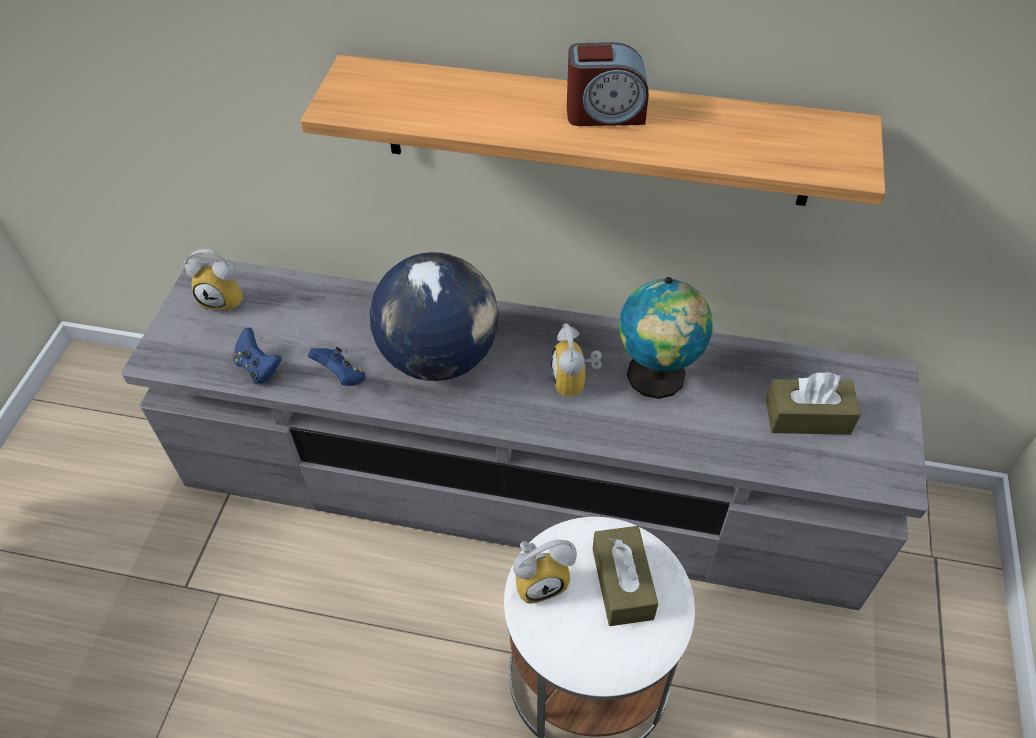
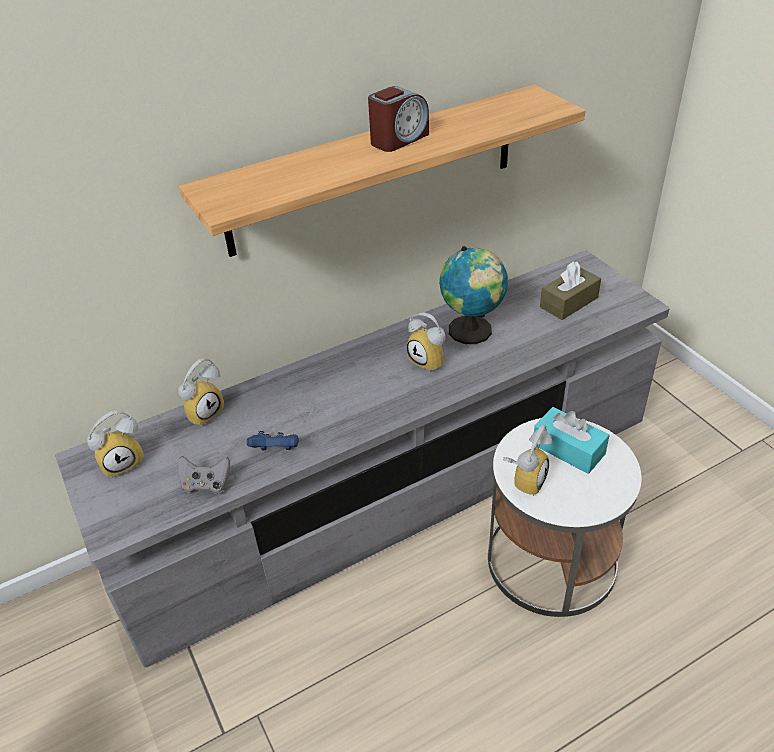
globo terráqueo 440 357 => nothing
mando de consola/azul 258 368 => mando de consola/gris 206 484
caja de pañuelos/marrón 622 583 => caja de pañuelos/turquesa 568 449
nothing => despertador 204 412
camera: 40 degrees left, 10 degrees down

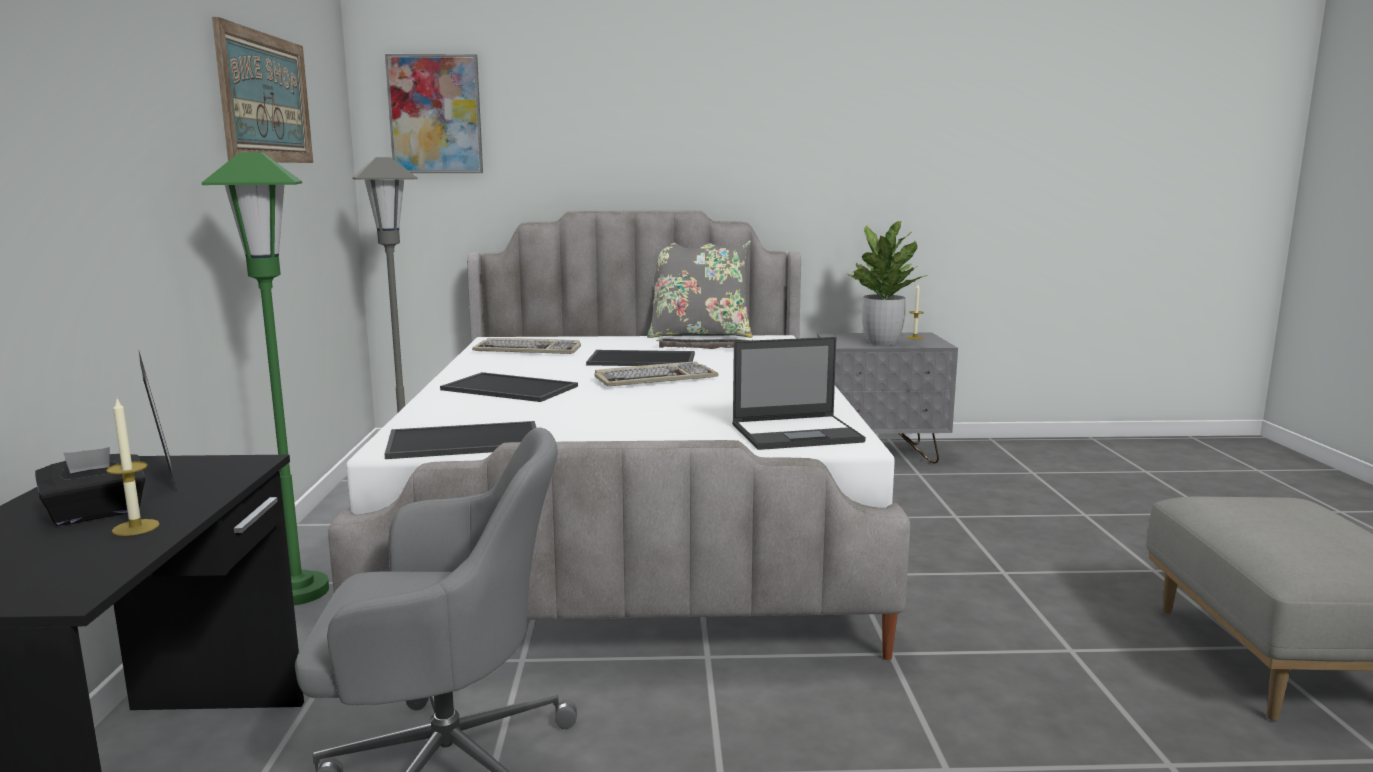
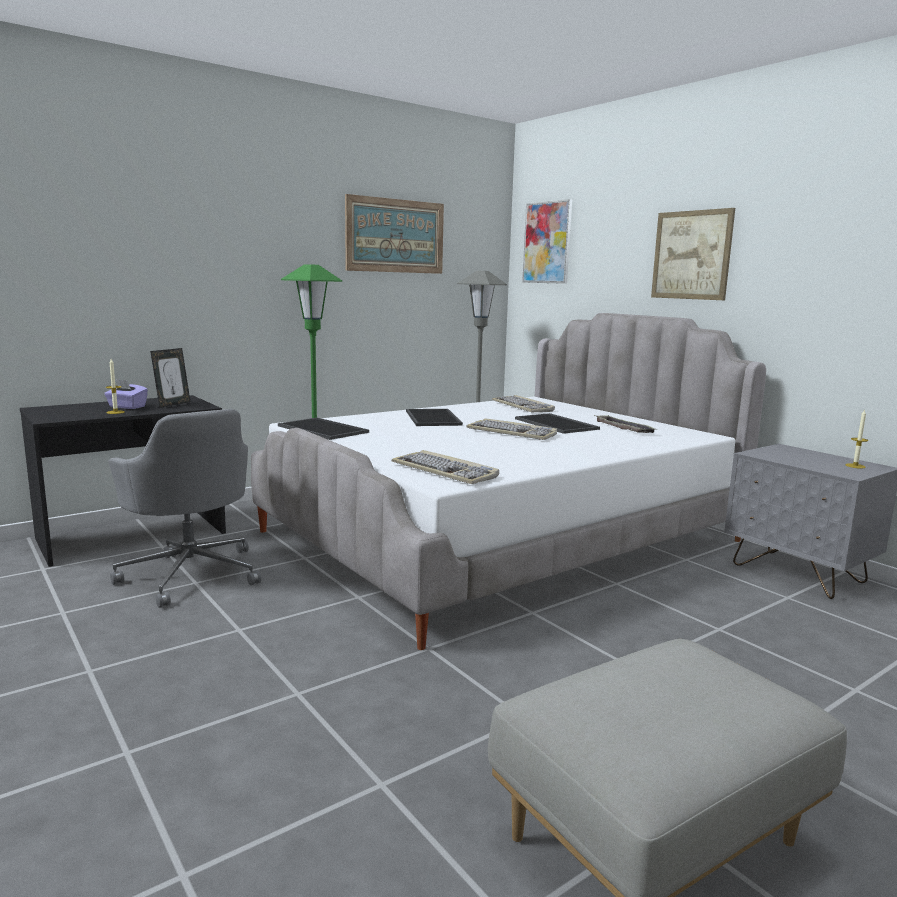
planta en maceta 881 342 => nothing
cojín/gris 699 334 => nothing
portátil 798 433 => teclado 446 471
caja de pañuelos/negro 96 513 => caja de pañuelos/morado 127 407
nothing => cuadro 691 255
camera: 55 degrees right, 0 degrees up

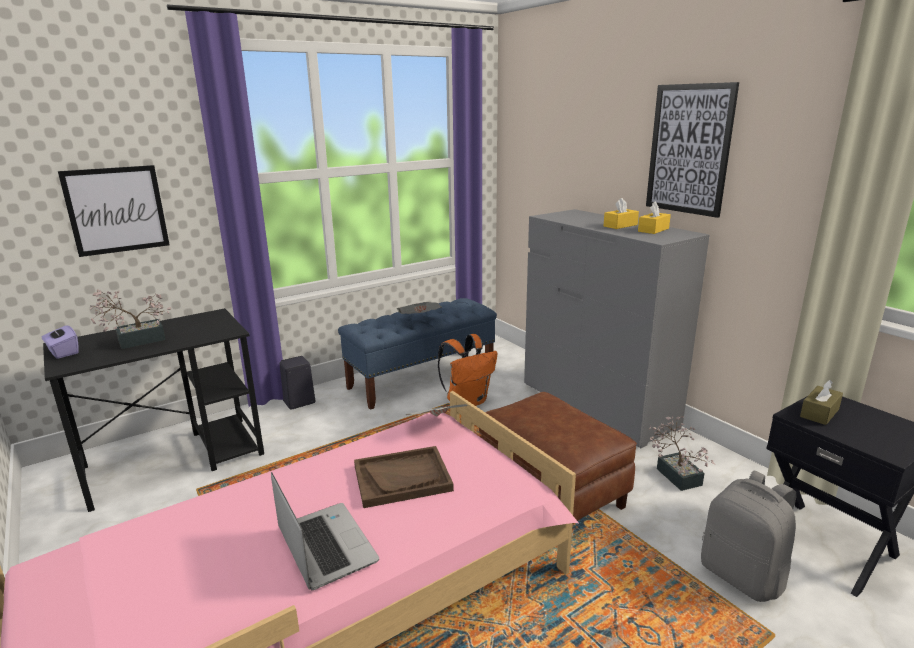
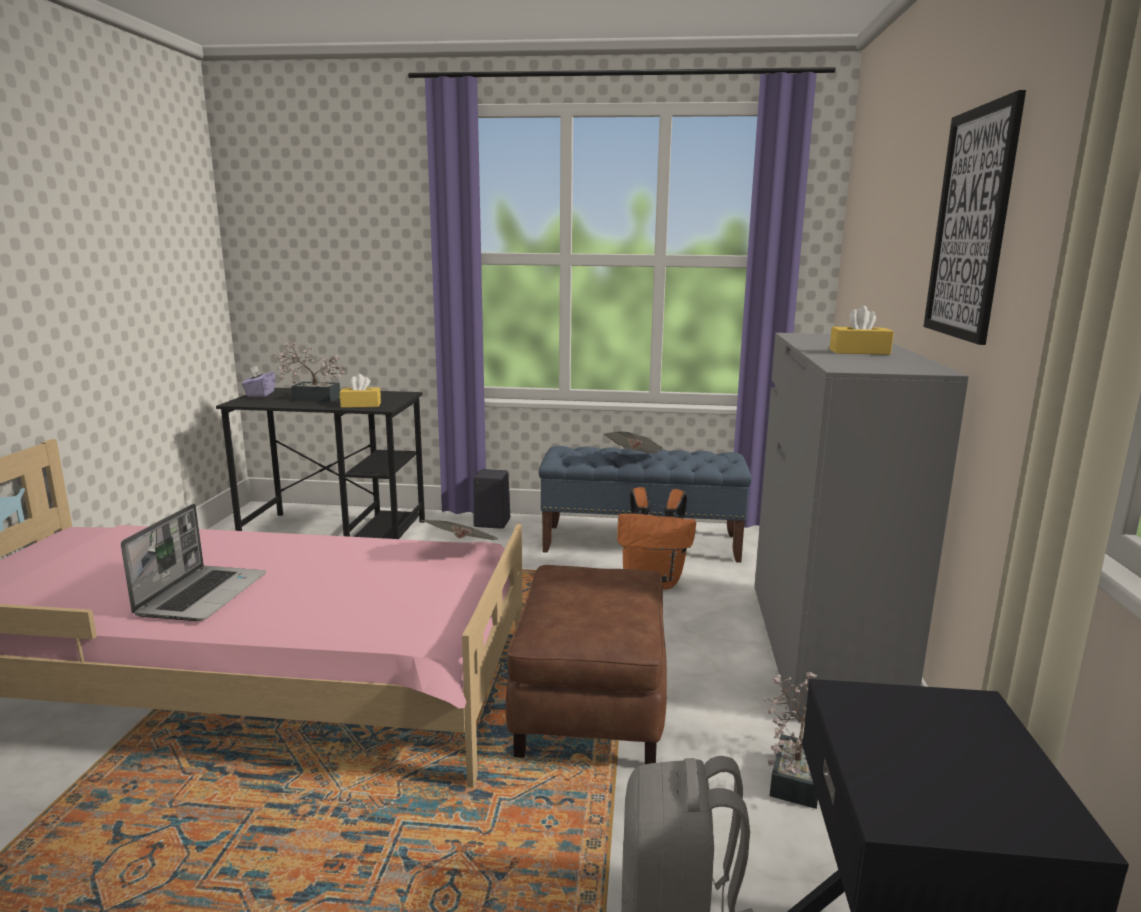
cuadro 116 210 => nothing
caja de pañuelos/amarillo 653 230 => caja de pañuelos/amarillo 361 405, moved
caja de pañuelos/marrón 819 413 => nothing
bandeja/marrón 402 478 => nothing
camera: 40 degrees right, 5 degrees down

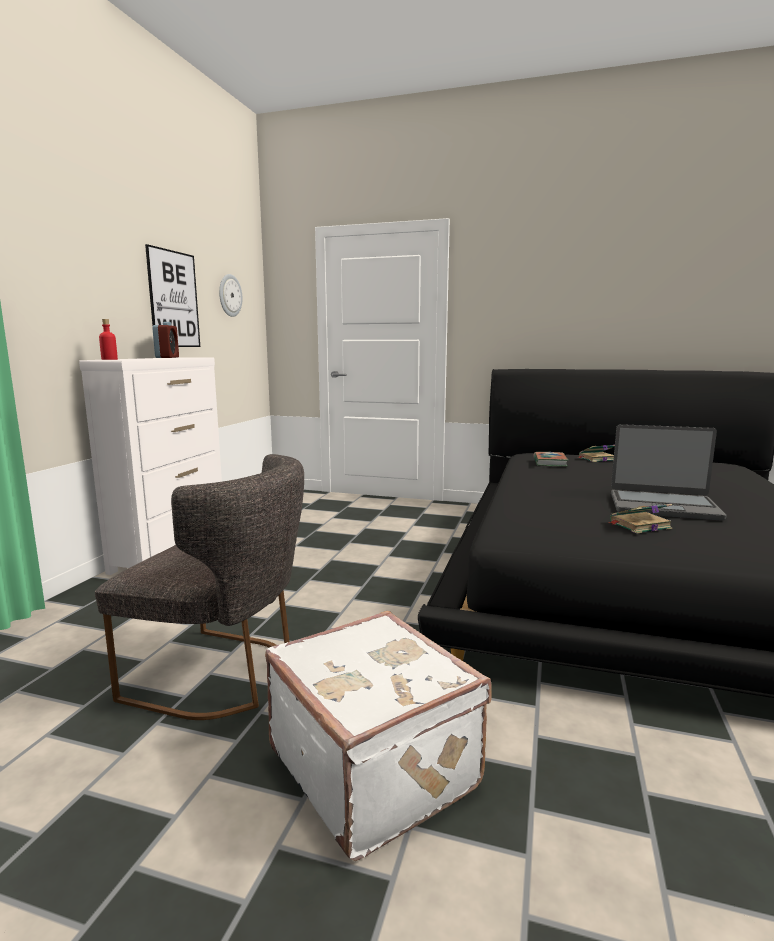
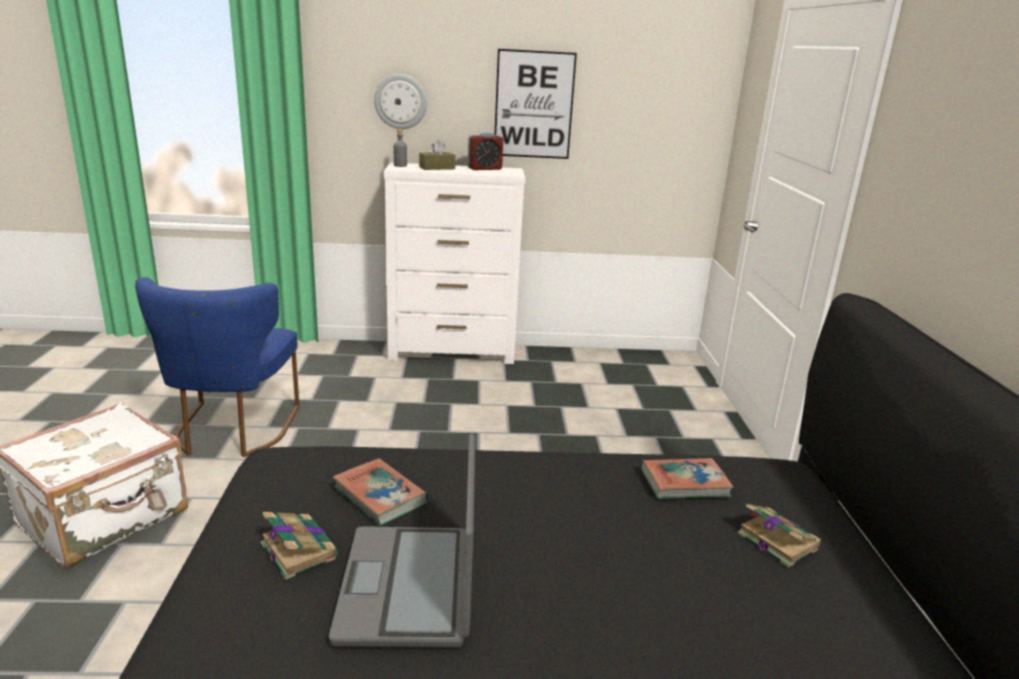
reloj de pared 229 295 => reloj de pared 400 101, moved
botella/rojo 109 359 => botella/gris 400 165
silla/gris 224 676 => silla/azul 232 432
nothing => caja de pañuelos/marrón 437 168
nothing => libro 380 496
camera: 70 degrees right, 10 degrees up

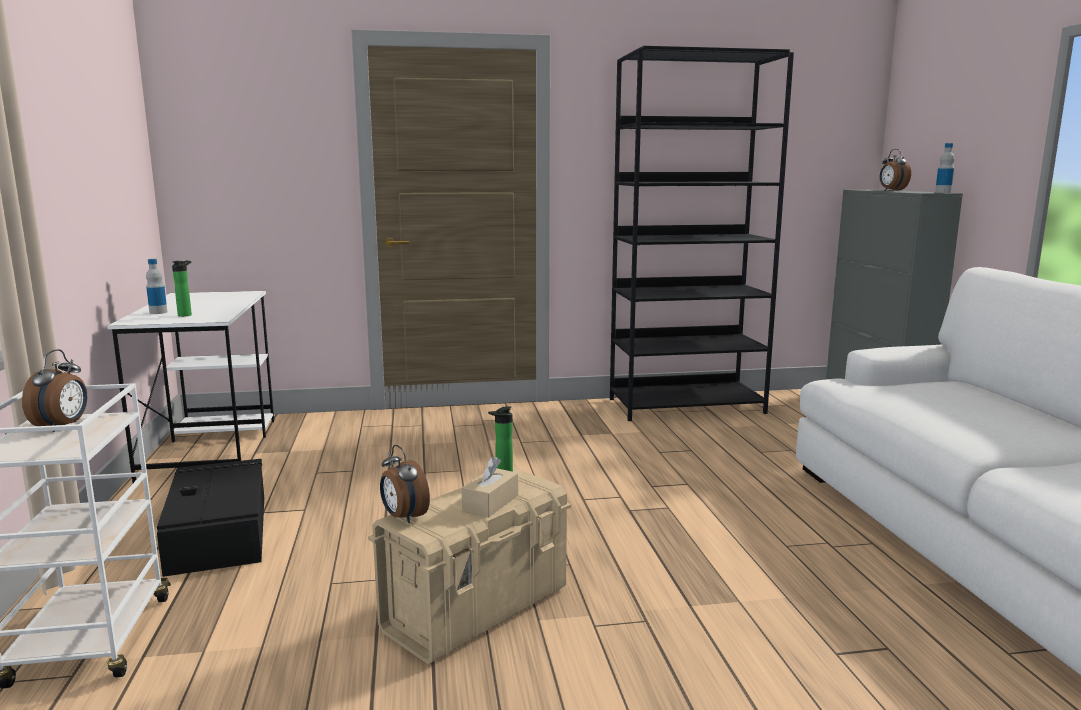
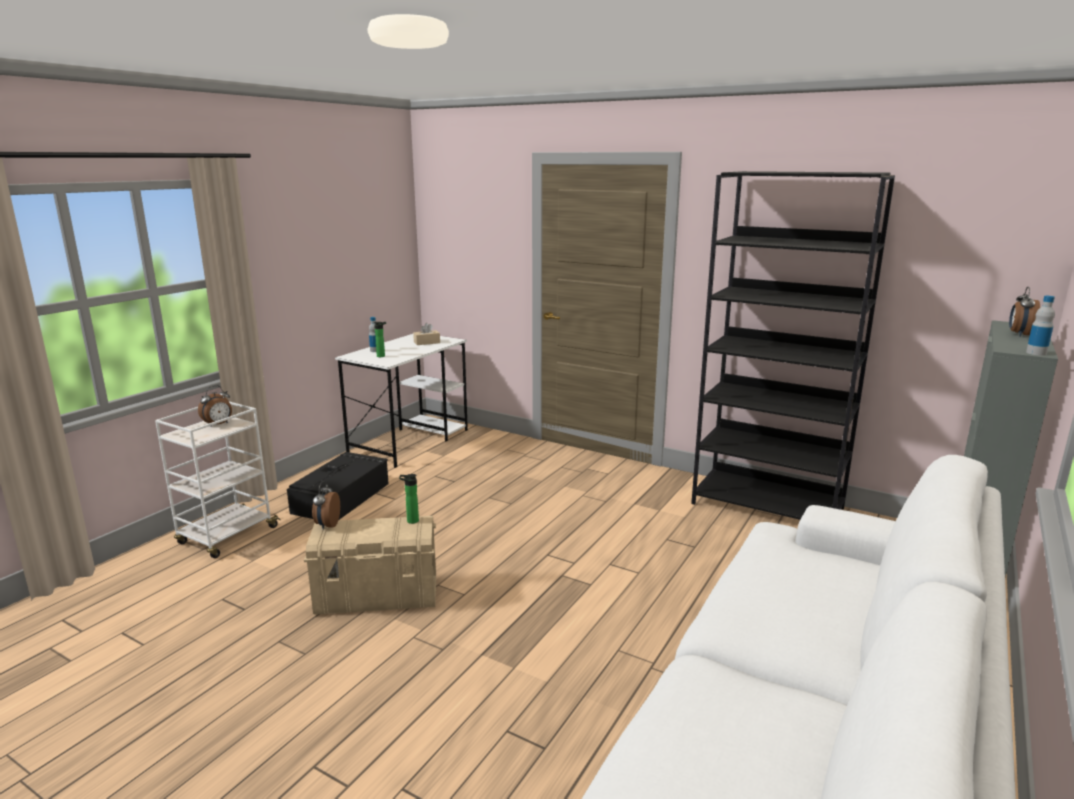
caja de pañuelos/beis 490 503 => caja de pañuelos/beis 427 342, moved
camera: 40 degrees right, 5 degrees up

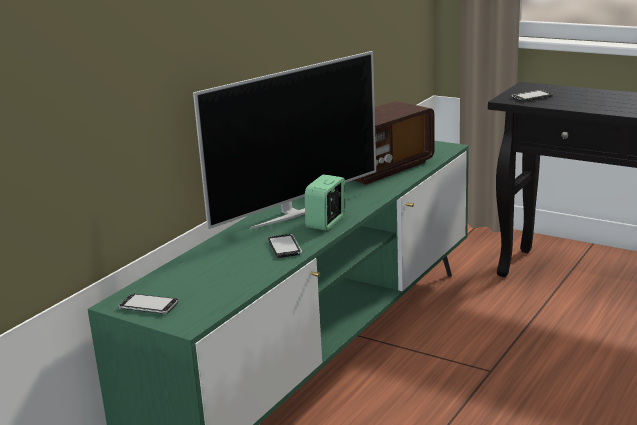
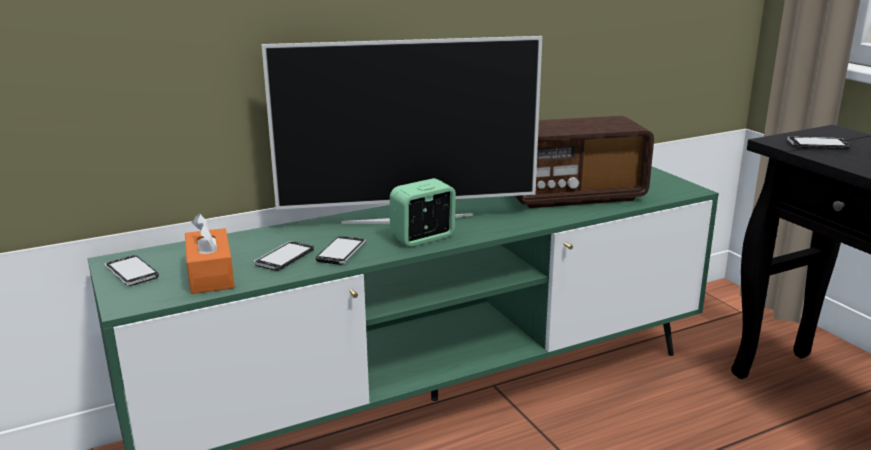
nothing => caja de pañuelos/naranja 210 275
nothing => móvil 284 258
camera: 30 degrees right, 0 degrees up

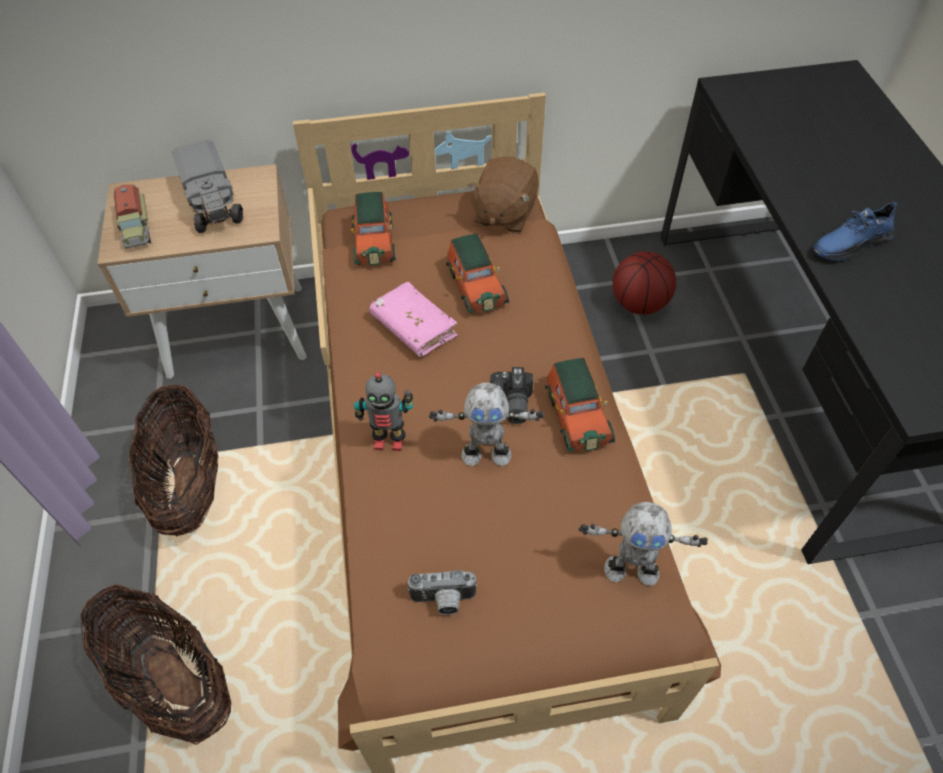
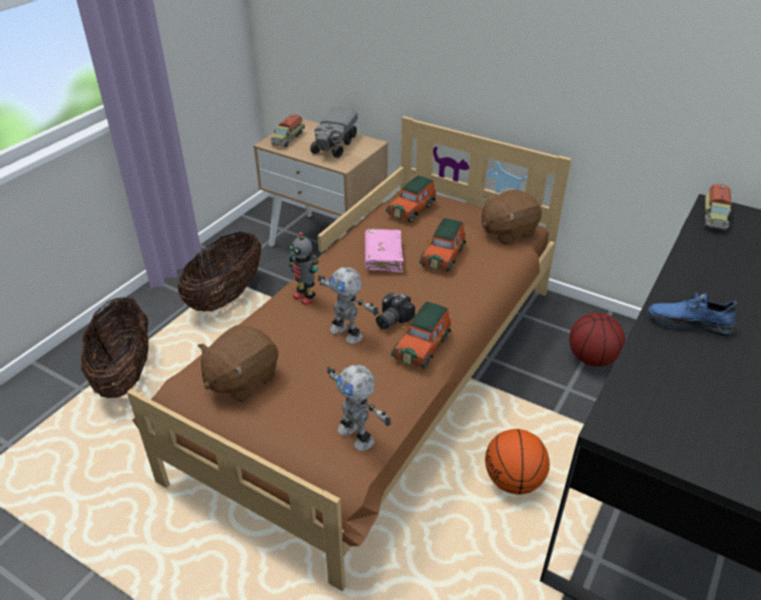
cámara 443 601 => peluche/marrón 241 380
nothing => camión de juguete 714 217
nothing => balón de baloncesto 513 481
camera: 40 degrees right, 15 degrees down

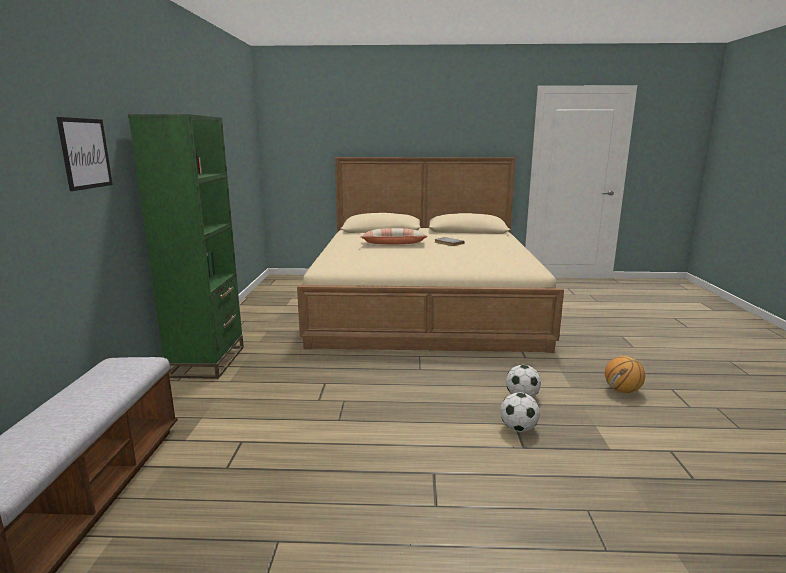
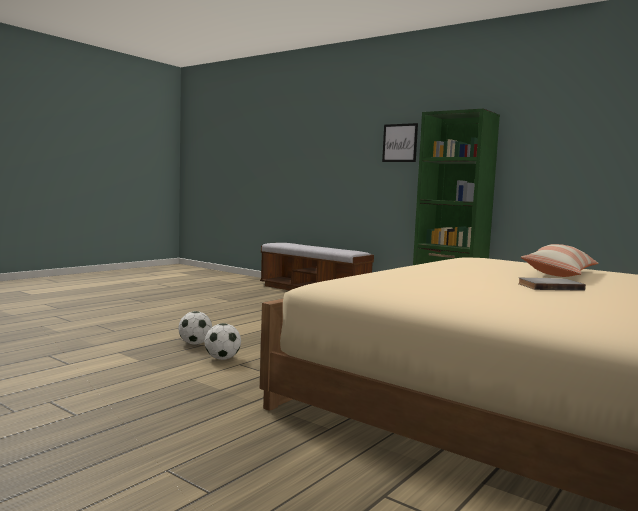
balón de baloncesto 622 391 => nothing
camera: 125 degrees right, 10 degrees down

